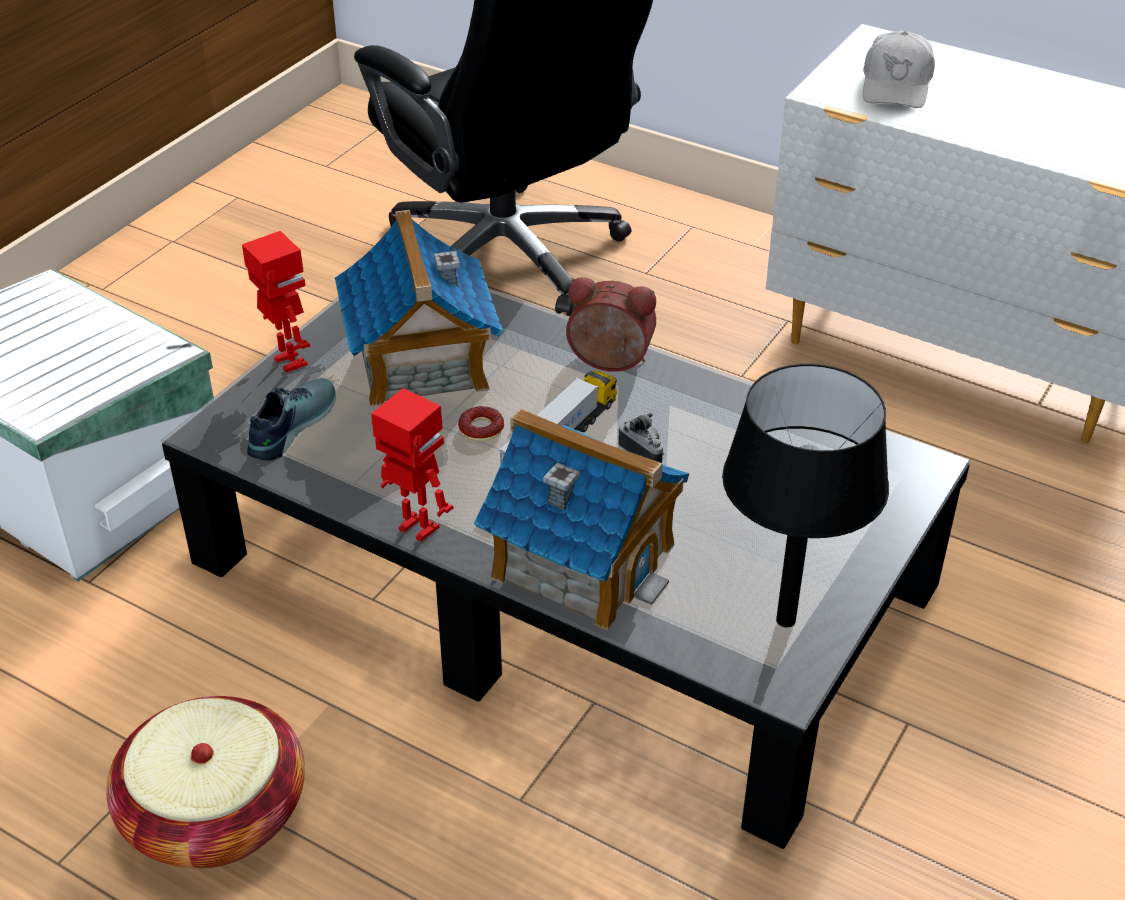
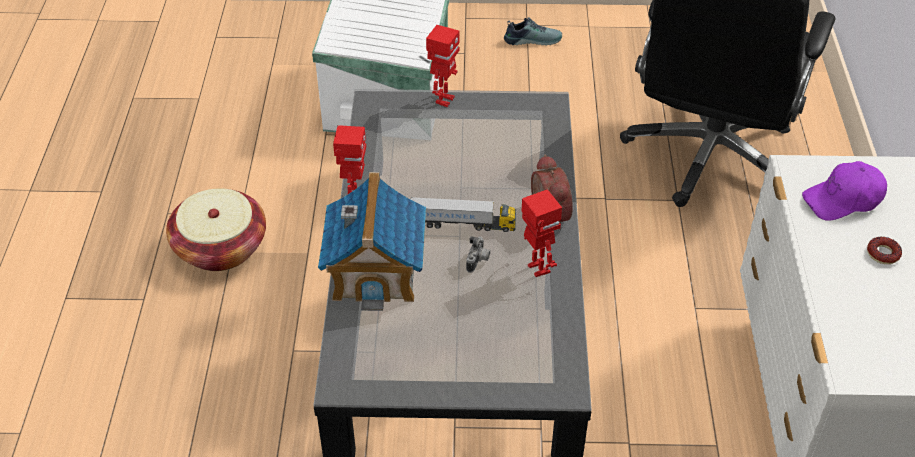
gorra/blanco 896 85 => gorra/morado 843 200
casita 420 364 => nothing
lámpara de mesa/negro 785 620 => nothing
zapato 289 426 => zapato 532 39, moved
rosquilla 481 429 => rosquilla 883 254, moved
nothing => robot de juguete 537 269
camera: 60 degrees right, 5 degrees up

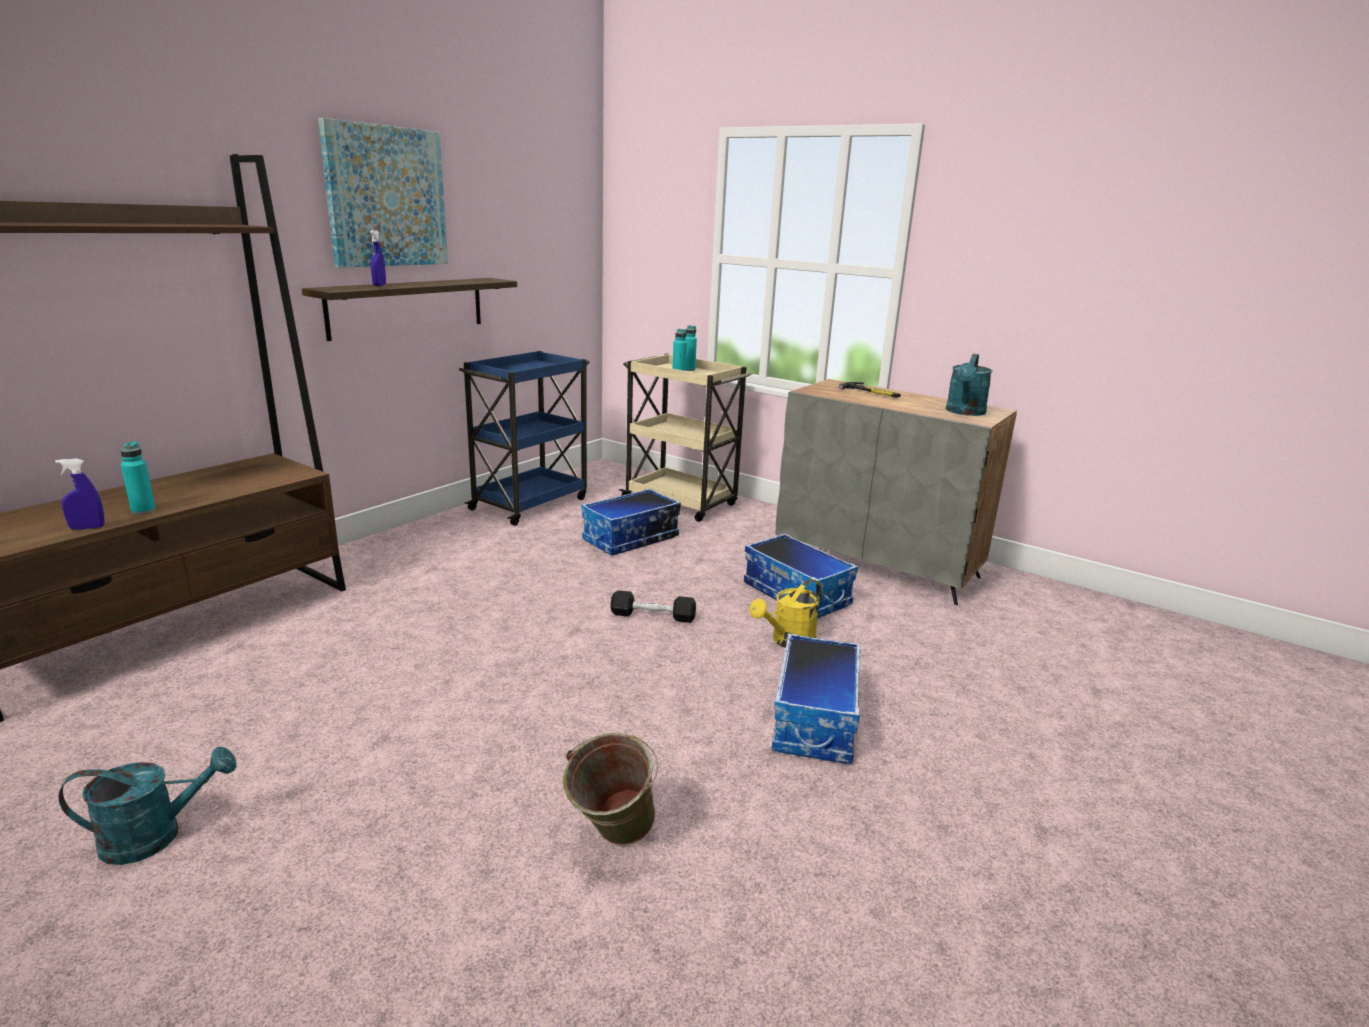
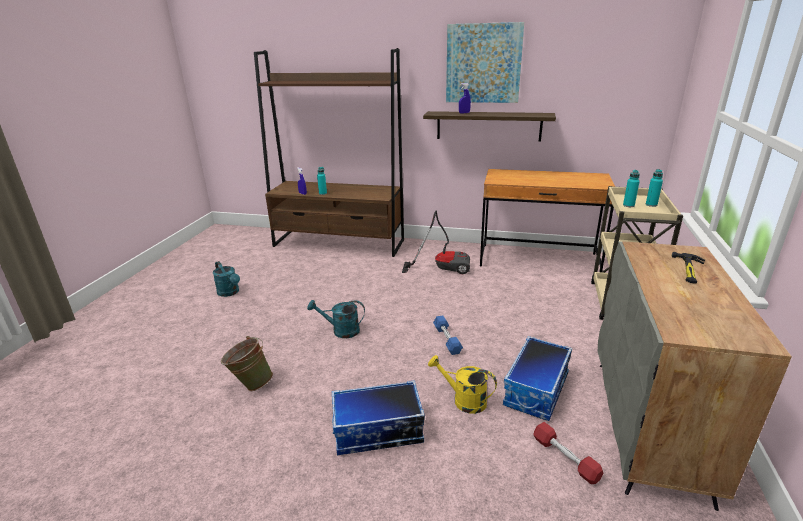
carrito/azul 530 503 => escritorio/marrón 538 260
regadera/turquesa 964 412 => regadera/turquesa 341 331, moved
caja de almacenaje 631 539 => nothing
mancuerna/negro 653 616 => mancuerna/azul 447 340
nothing => aspiradora 443 267
nothing => mancuerna/rojo 565 458
camera: 70 degrees right, 5 degrees up

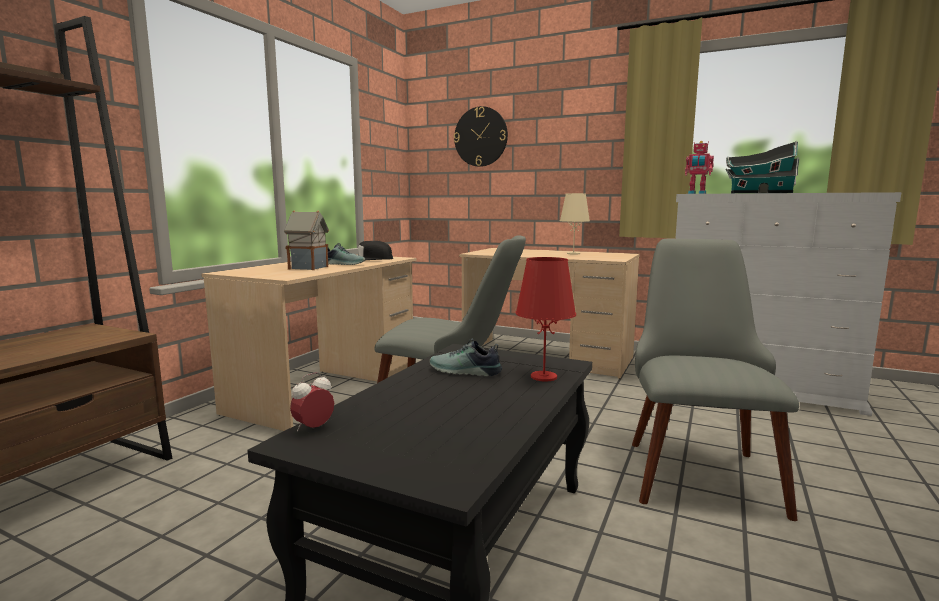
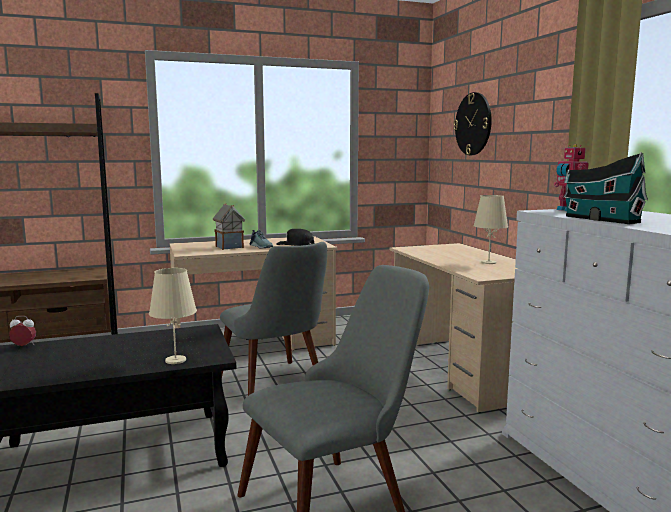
lámpara de mesa/rojo 543 377 => lámpara de mesa/beis 175 360
zapato 464 372 => nothing
camera: 45 degrees right, 0 degrees up

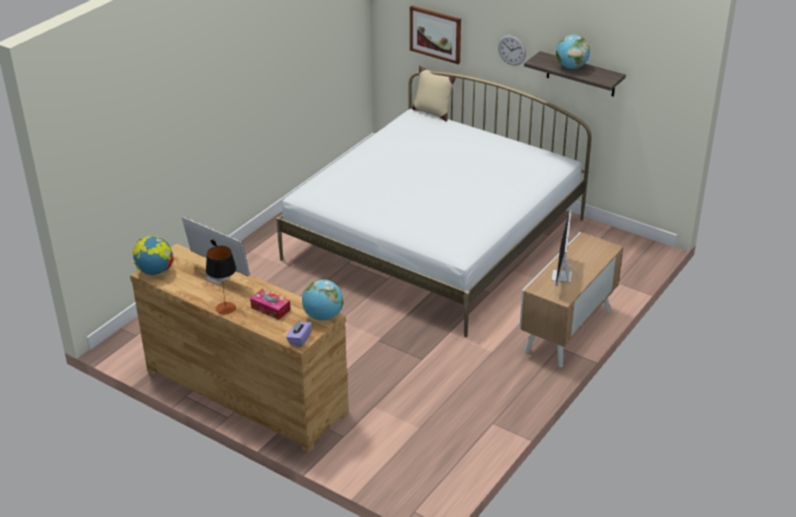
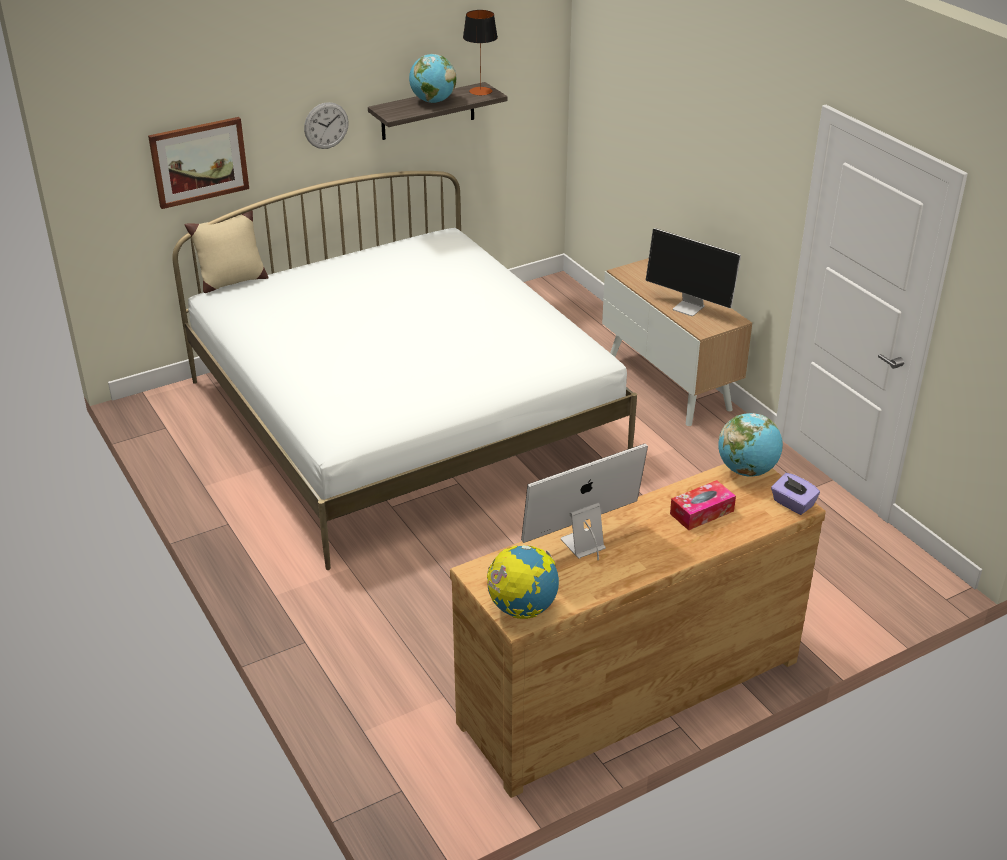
lámpara de mesa 225 308 => lámpara de mesa 480 91, moved
camera: 65 degrees left, 0 degrees up

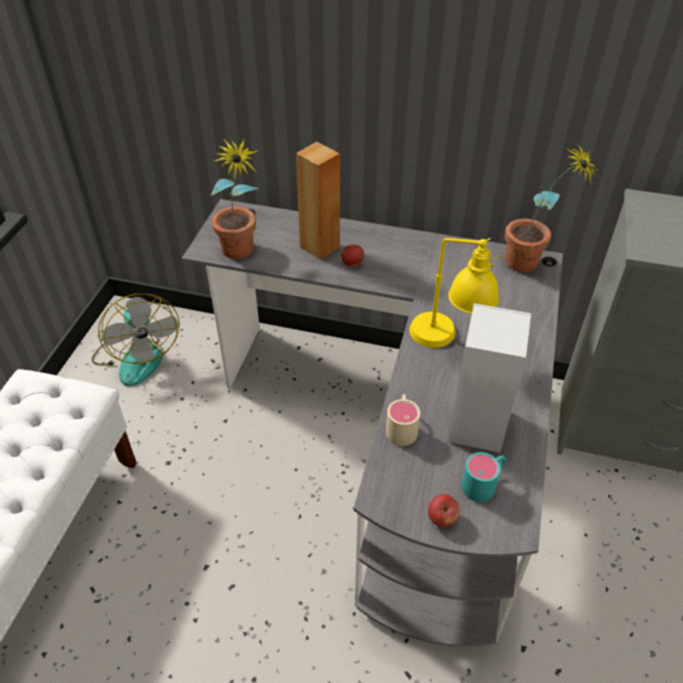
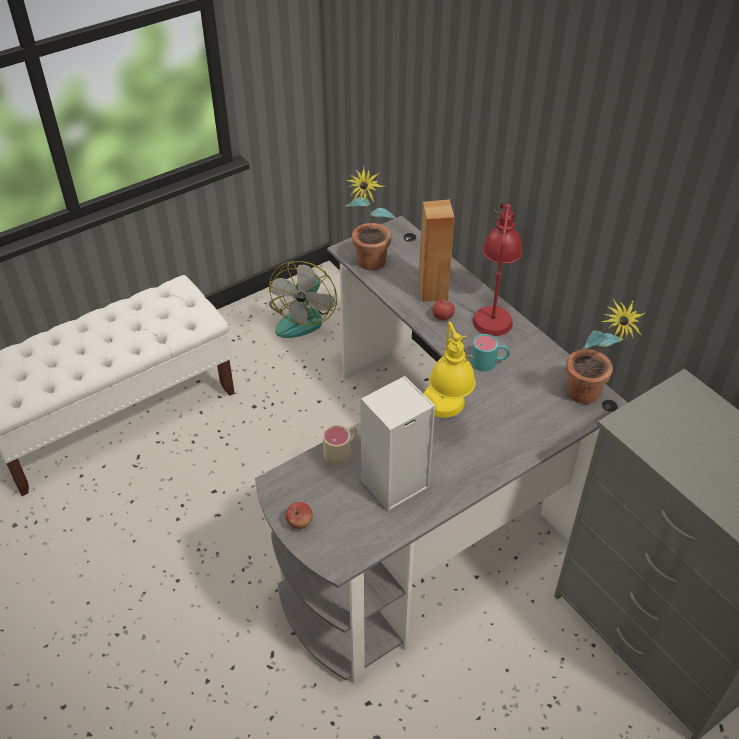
taza grande/turquesa 484 483 => taza grande/turquesa 489 362, moved
nothing => lámpara de mesa/rojo 493 310
camera: 40 degrees right, 0 degrees up

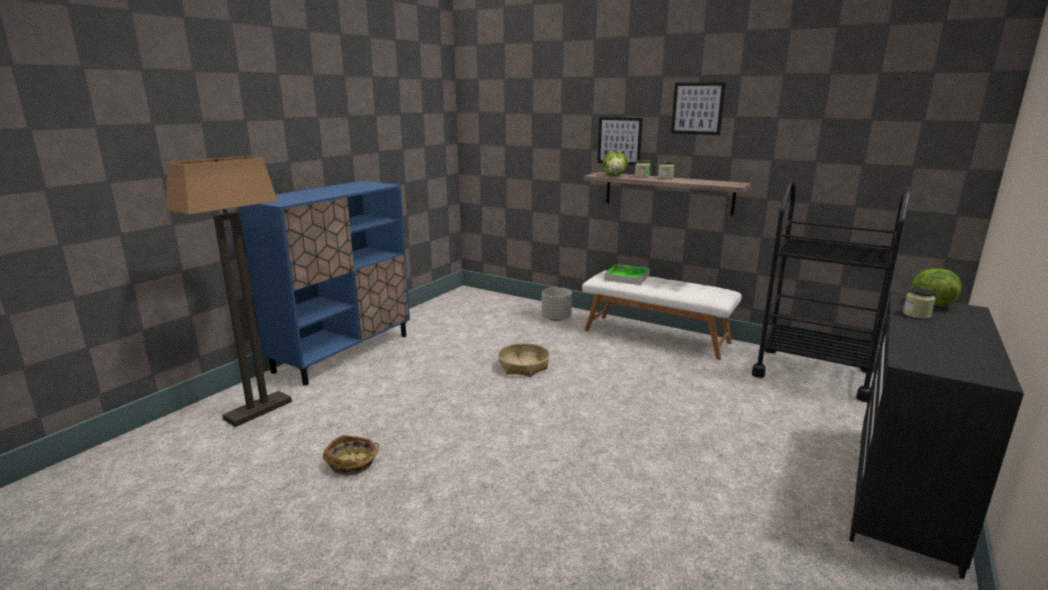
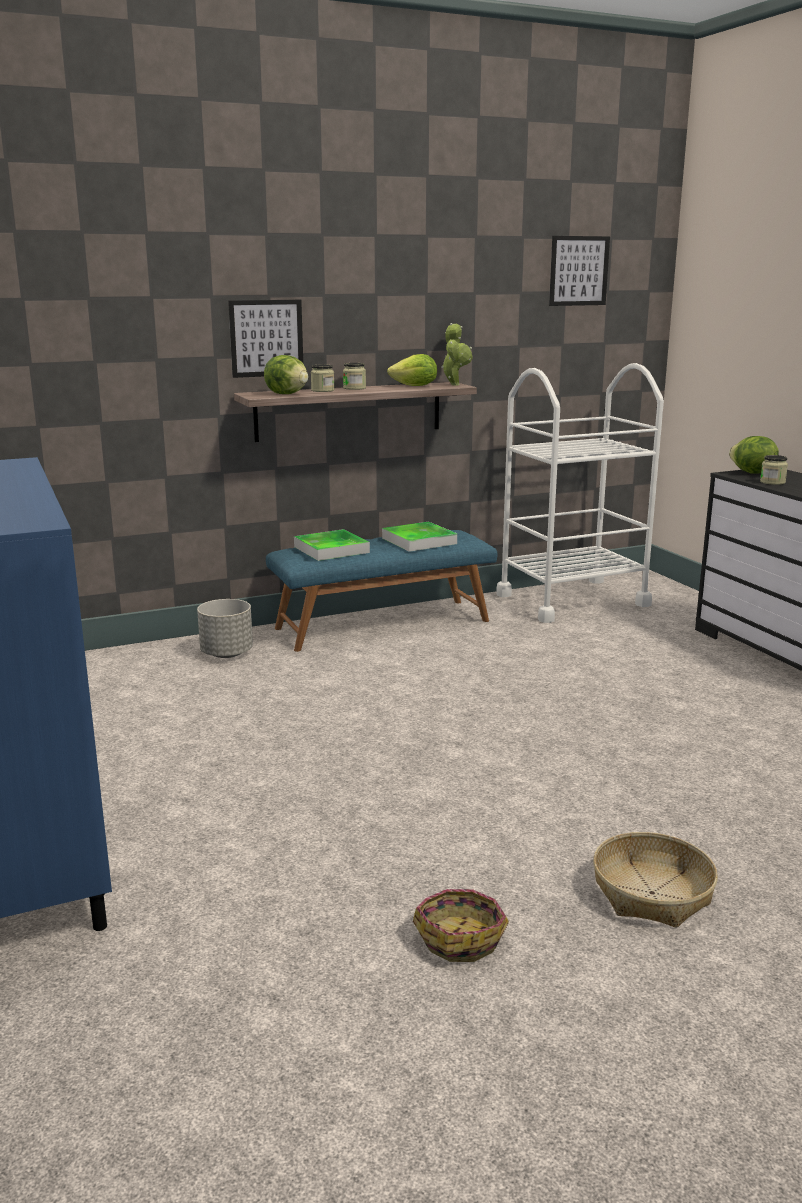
cuadro 697 108 => cuadro 578 271, moved
lámpara de pie 258 410 => nothing
carrito/negro 812 373 => carrito/blanco 572 600
banco/blanco 656 336 => banco/azul 382 624
cesta 524 366 => cesta 652 893, moved
nothing => planta en maceta 454 384
nothing => lechuga 415 386
nothing => bandeja 419 541
camera: 55 degrees left, 0 degrees up

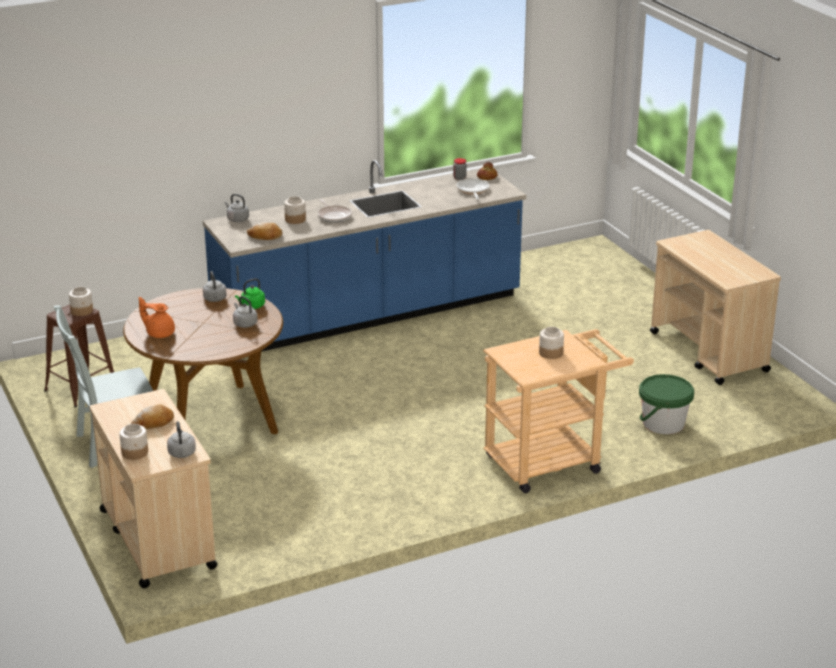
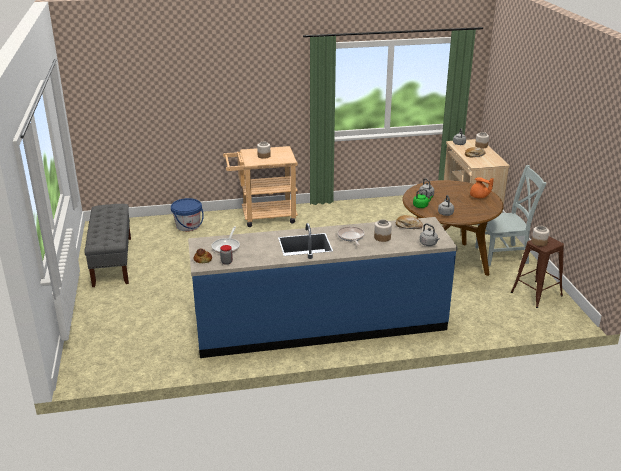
carrito/beis 709 352 => banco/gris 112 261
cubo/verde 663 423 => cubo/azul 188 226
camera: 165 degrees left, 0 degrees up

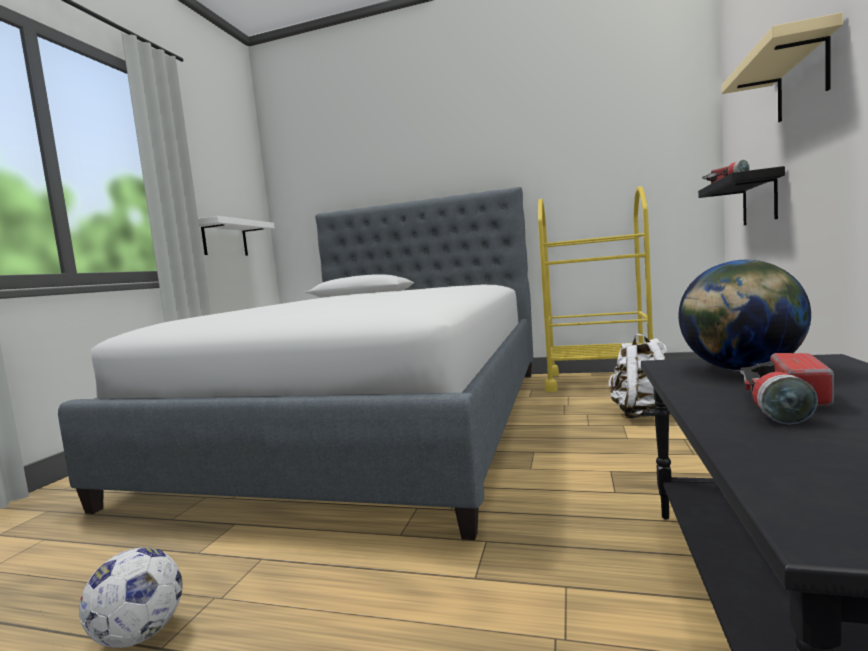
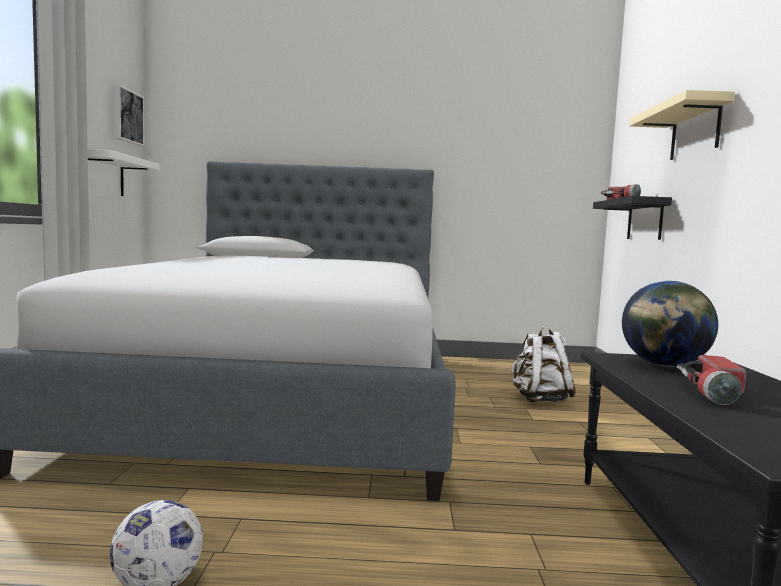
carrito/amarillo 598 381 => nothing
nothing => cuadro 126 116
camera: 15 degrees left, 0 degrees up

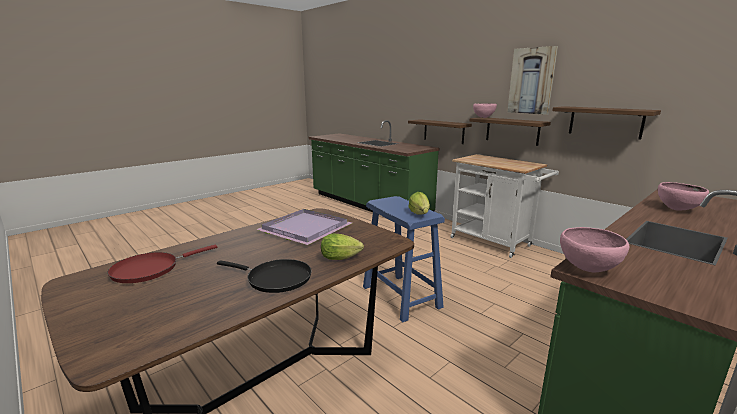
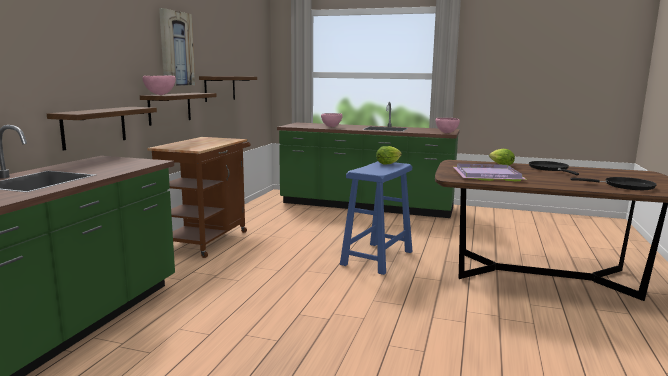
carrito/blanco 495 243 => carrito/marrón 208 239
sartén/rojo 150 269 => sartén/negro 625 186
camera: 120 degrees left, 5 degrees down

